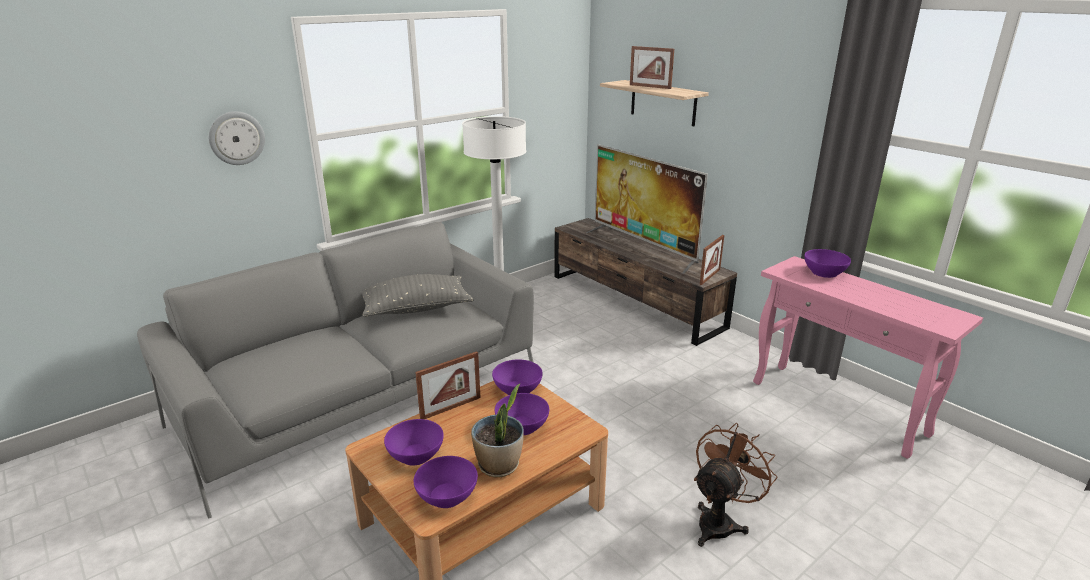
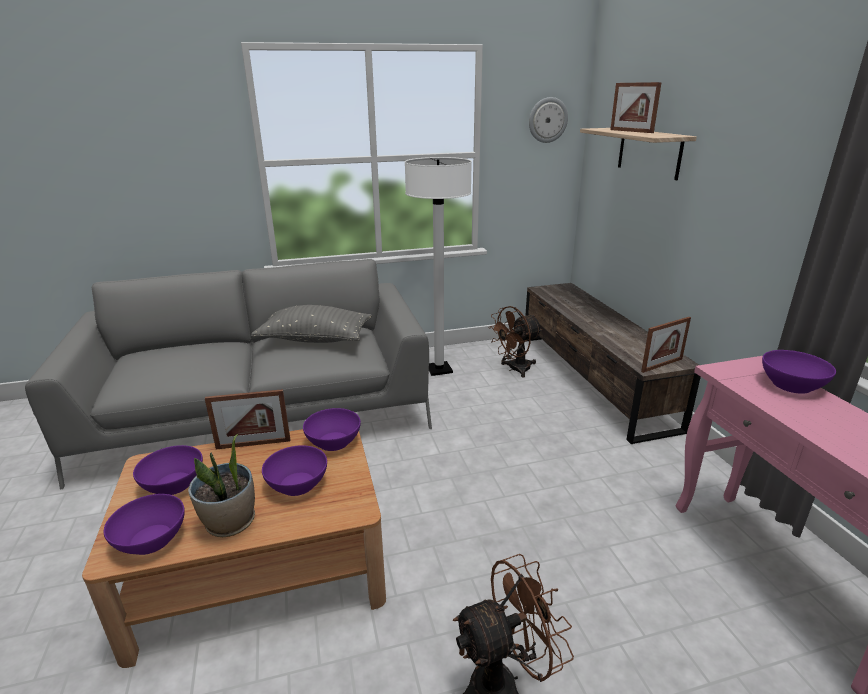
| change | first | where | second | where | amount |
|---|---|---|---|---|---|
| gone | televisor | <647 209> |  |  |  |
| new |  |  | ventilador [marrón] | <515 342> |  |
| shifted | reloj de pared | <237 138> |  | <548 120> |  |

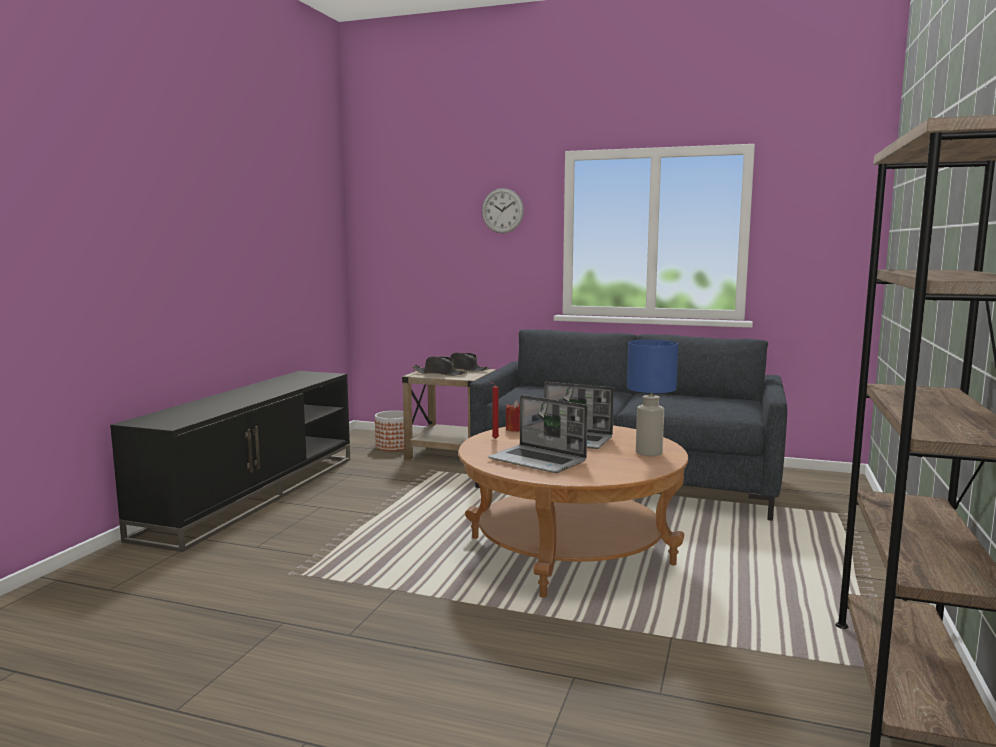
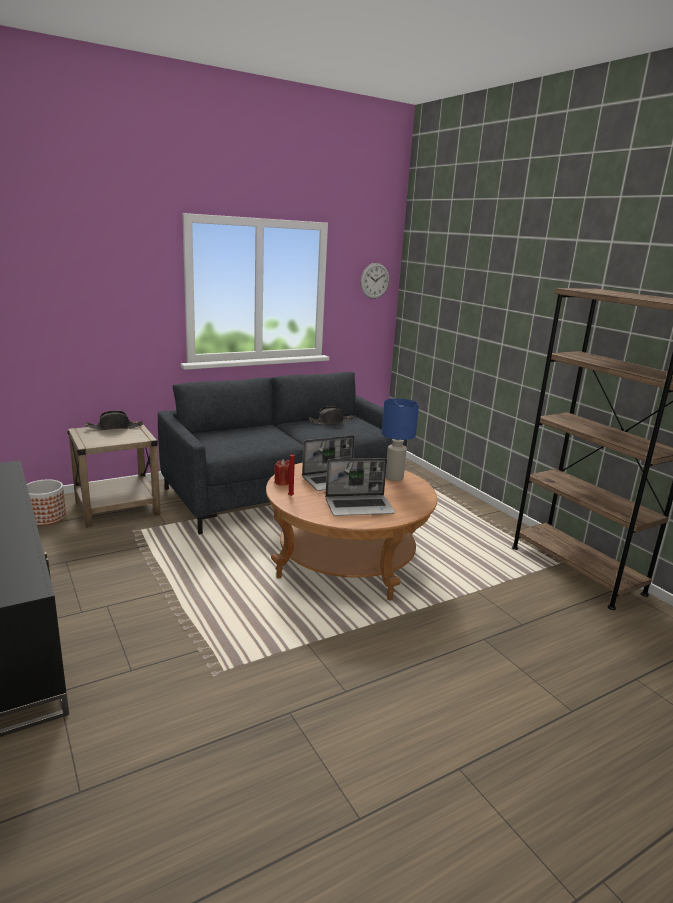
| change | first | where | second | where | amount |
|---|---|---|---|---|---|
| shifted | sombrero [negro] | <439 366> |  | <331 415> |  |
| shifted | reloj de pared | <503 210> |  | <374 281> |  |

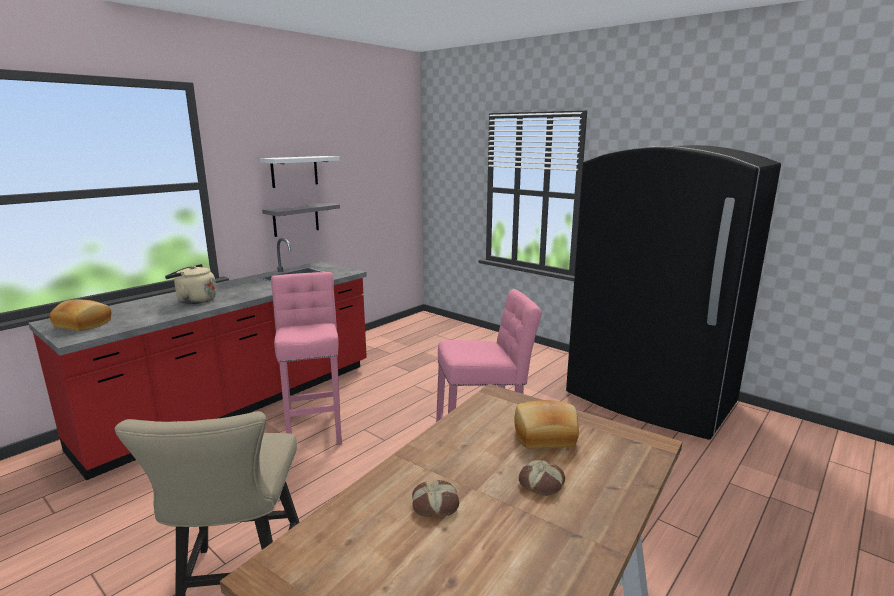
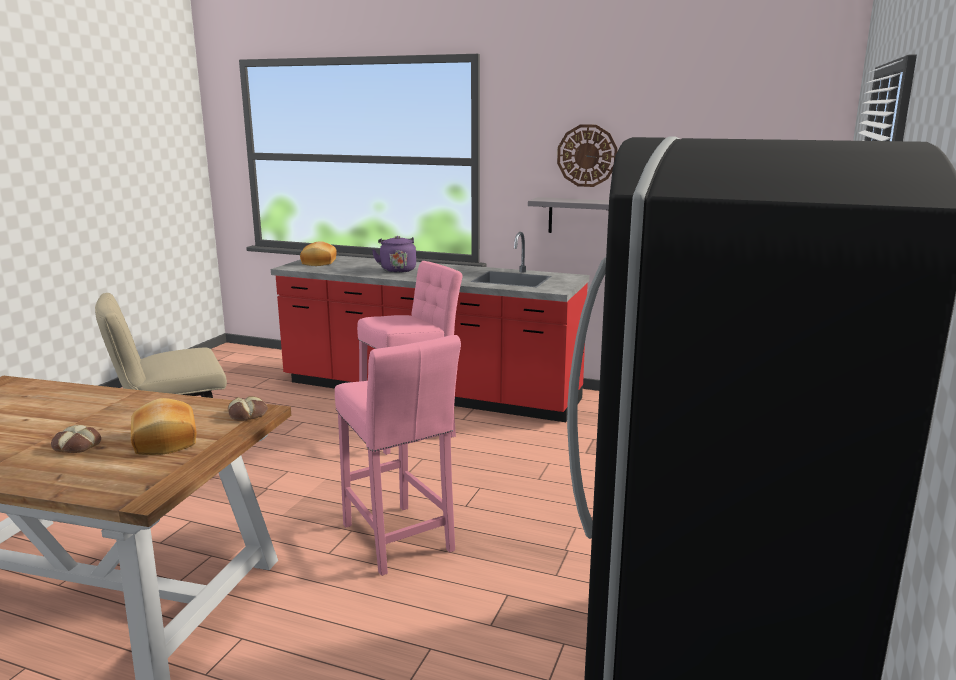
| change | first | where | second | where | amount |
|---|---|---|---|---|---|
| shifted | pan | <435 498> |  | <248 408> |  |
| swapped | estante [blanco] | <300 172> | reloj de pared | <587 156> |  |
| repainted | hervidor [beis] | <191 284> | hervidor [morado] | <394 254> |  |

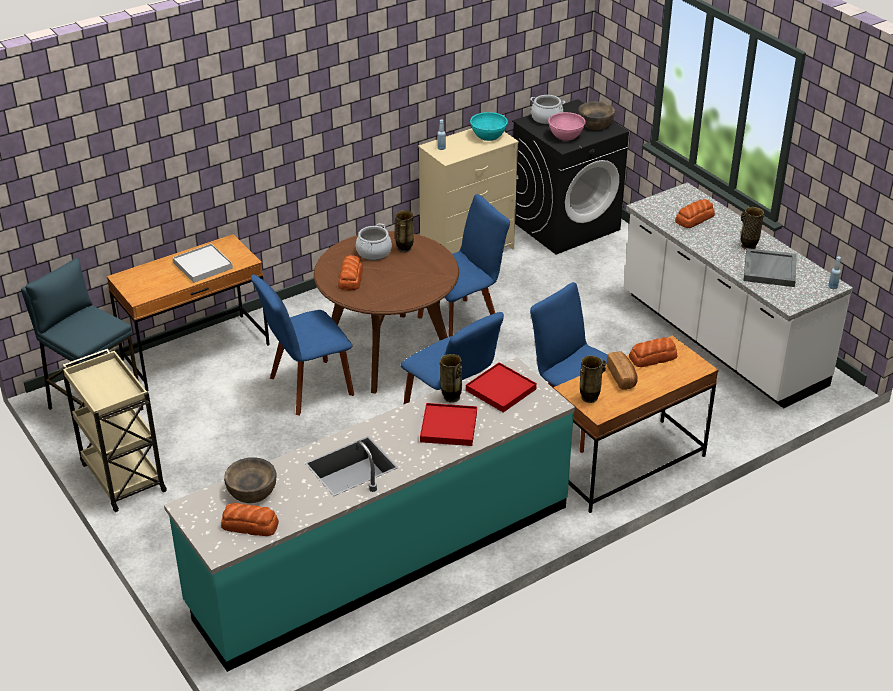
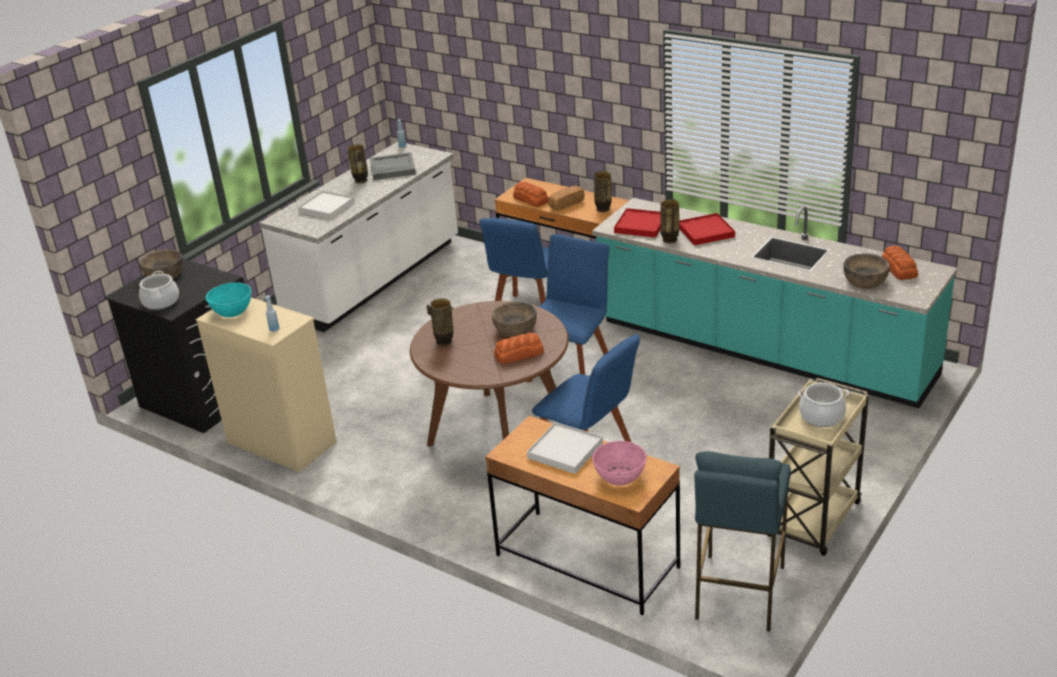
| change | first | where | second | where | amount |
|---|---|---|---|---|---|
| gone | silla [azul] | <464 265> |  |  |  |
| new |  |  | cuenco [marrón] | <514 319> |  |
| shifted | olla | <374 241> |  | <823 405> |  |
| shifted | cuenco [rosa] | <567 126> |  | <619 463> |  |
| swapped | pan | <695 213> | bandeja [blanco] | <326 205> |  |

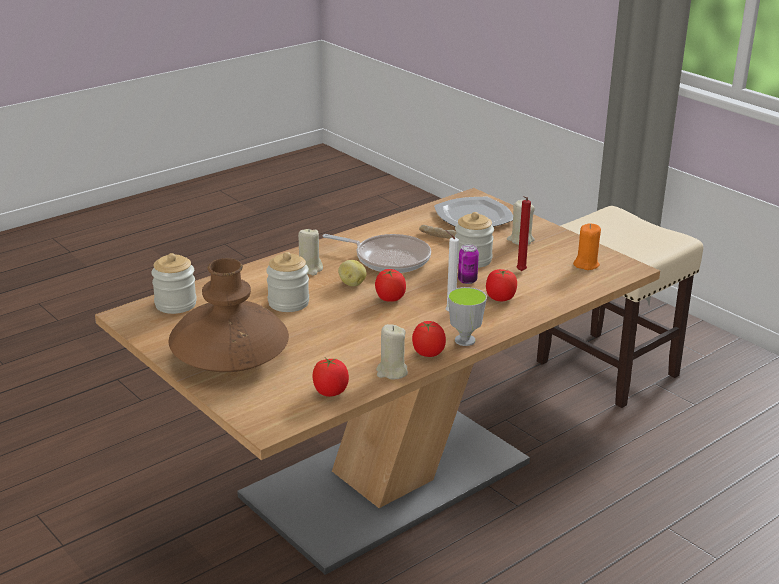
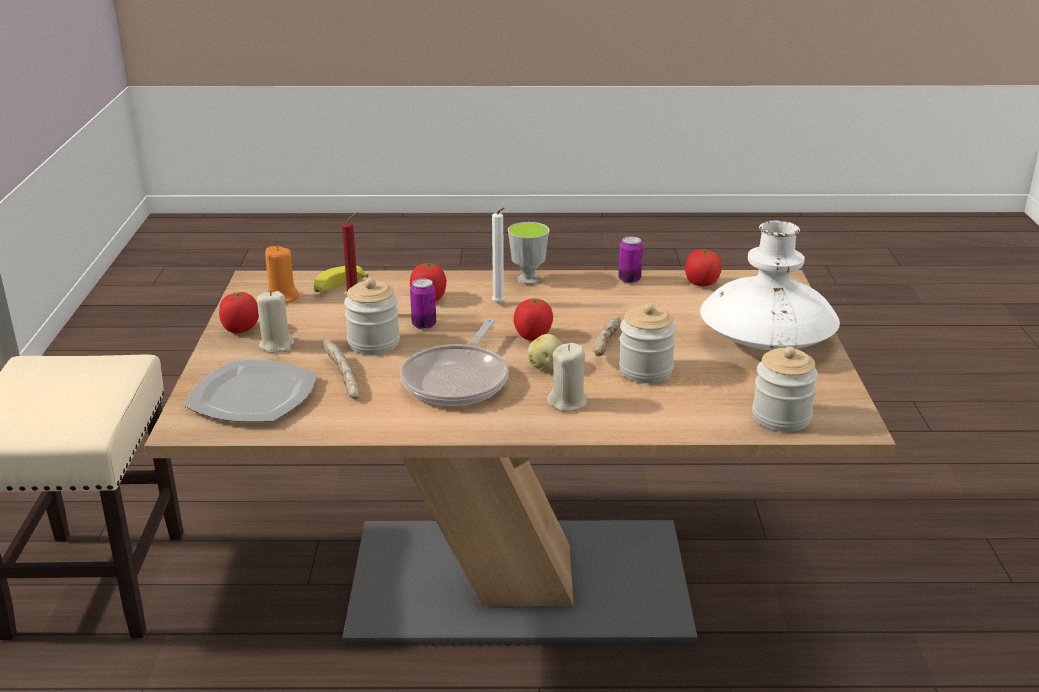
| change | first | where | second | where | amount |
|---|---|---|---|---|---|
| new |  |  | plátano | <341 278> |  |
| new |  |  | pan | <607 336> |  |
| shifted | tomate | <429 339> |  | <239 312> |  |
| swapped | vela [beis] | <392 351> | lata | <630 260> |  |
| repainted | florero [marrón] | <229 315> | florero [blanco] | <770 285> |  |
| rotated | sartén | <377 253> |  | <454 362> | 135 degrees counterclockwise |

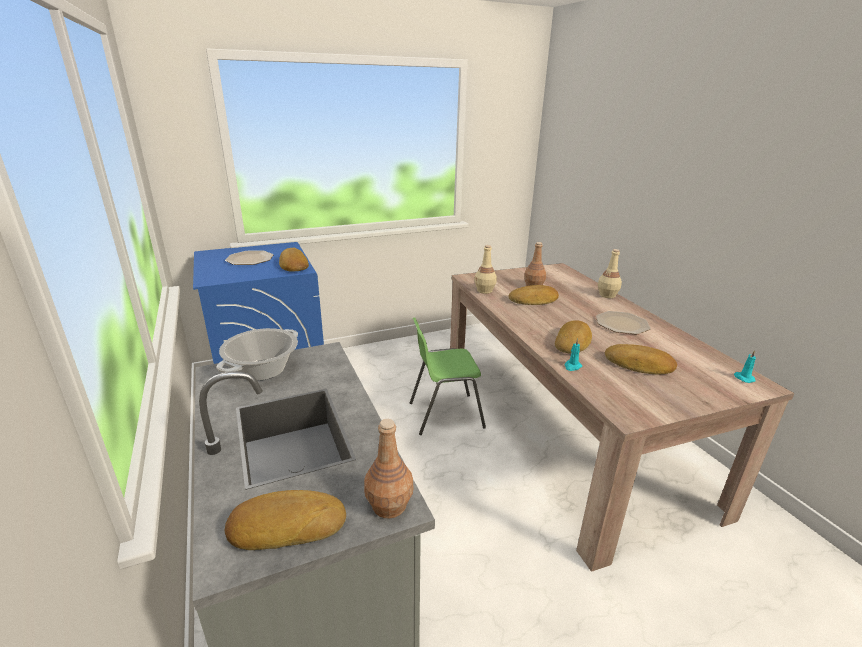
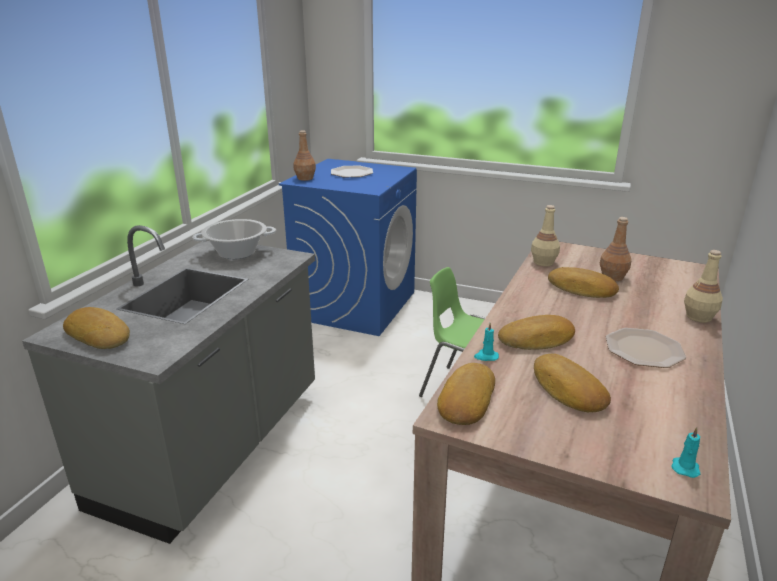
| change | first | where | second | where | amount |
|---|---|---|---|---|---|
| shifted | pan | <294 260> |  | <466 394> |  |
| shifted | botella [marrón] | <389 469> |  | <305 155> |  |

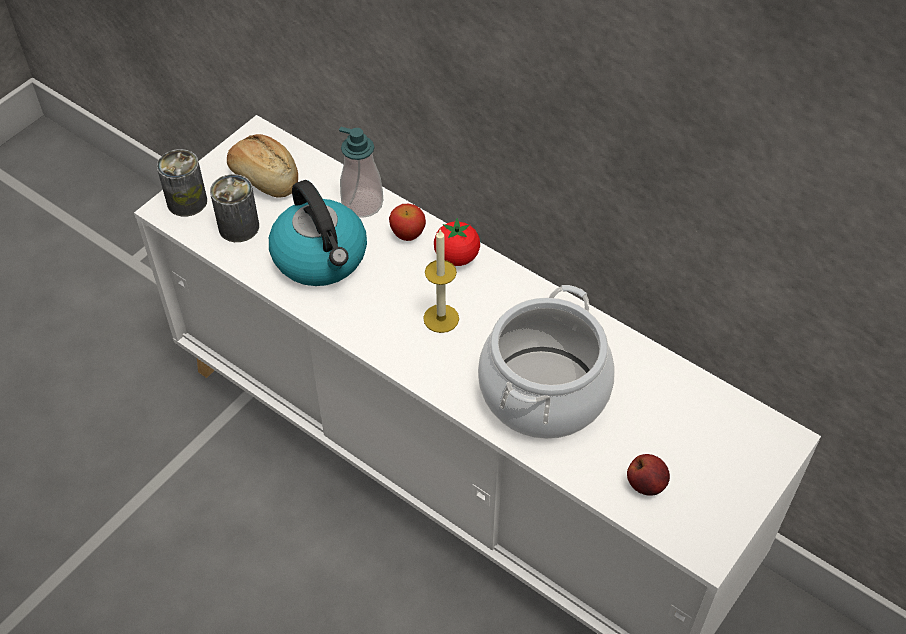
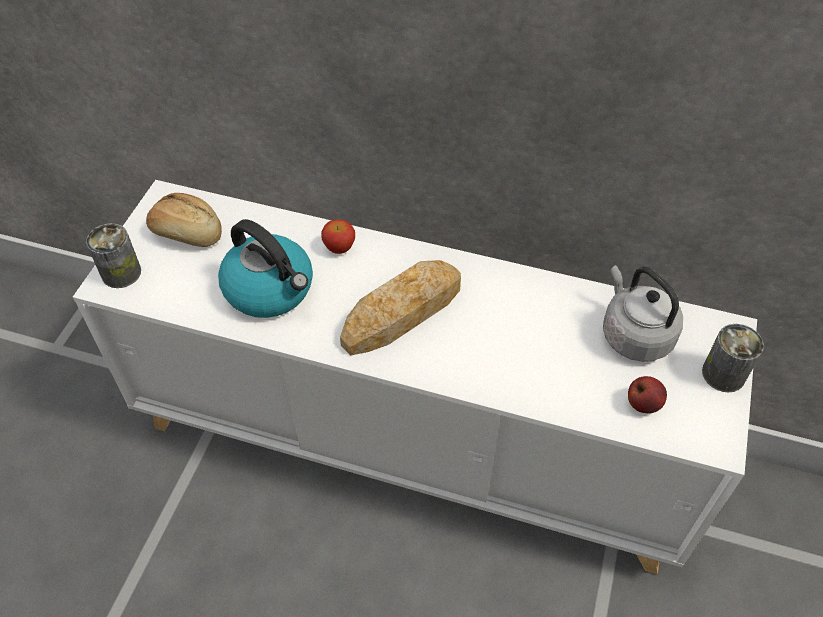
| change | first | where | second | where | amount |
|---|---|---|---|---|---|
| gone | dispensador de jabón | <361 172> |  |  |  |
| gone | tomate | <457 242> |  |  |  |
| gone | olla | <546 362> |  |  |  |
| new |  |  | hervidor [gris] | <643 313> |  |
| shifted | lata | <234 208> |  | <733 358> |  |
| swapped | vela | <441 281> | pan | <400 307> |  |

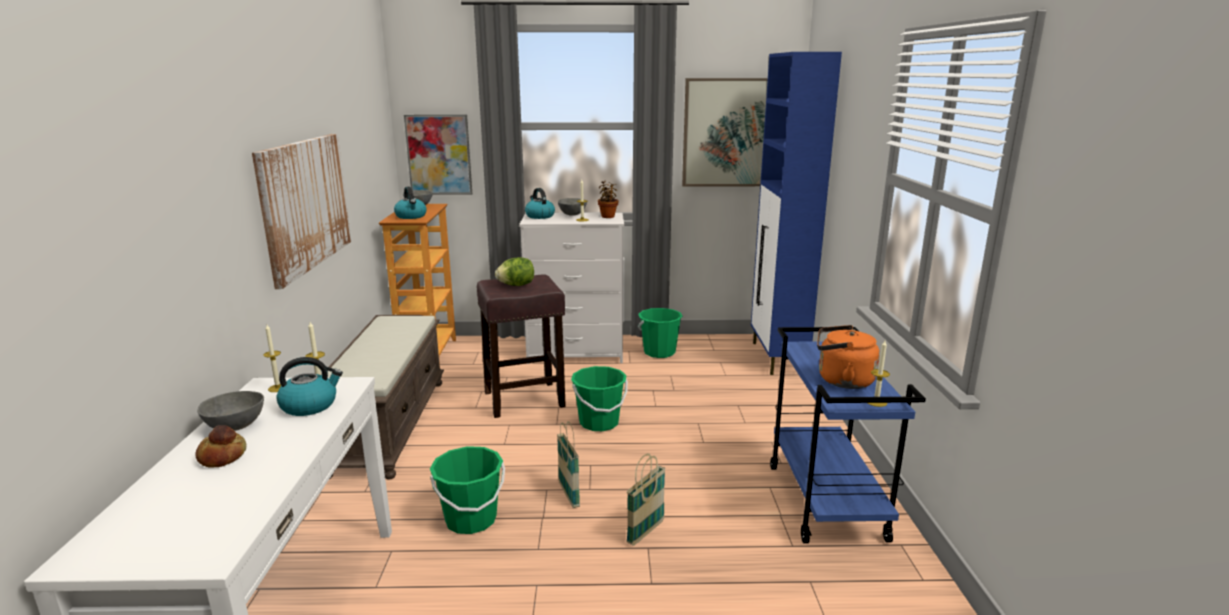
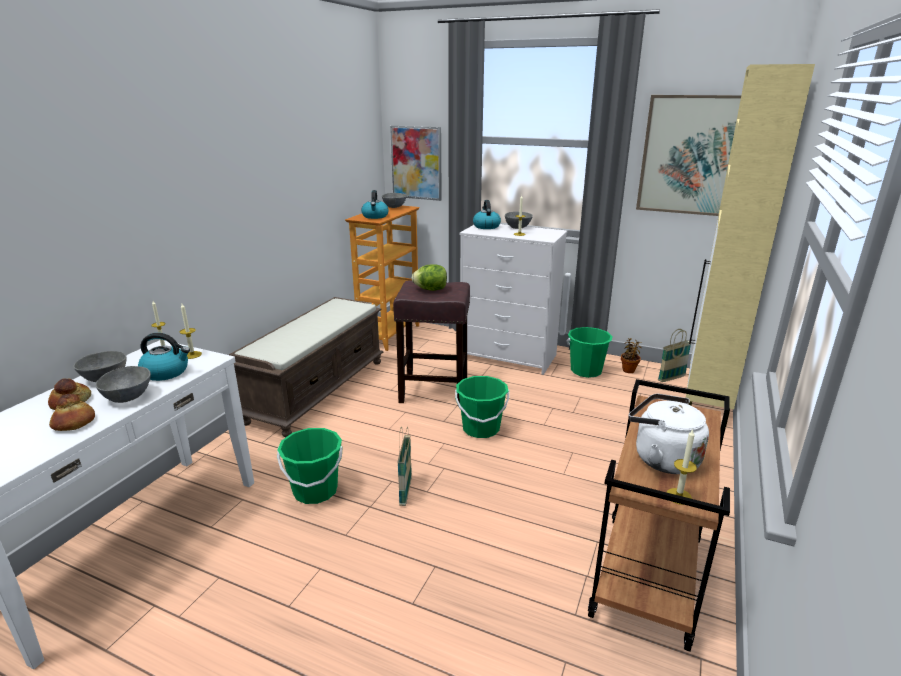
| change | first | where | second | where | amount |
|---|---|---|---|---|---|
| gone | cuadro | <302 211> |  |  |  |
| new |  |  | pan | <72 412> |  |
| new |  |  | cuenco [gris] | <123 384> |  |
| shifted | planta en maceta | <608 199> |  | <631 355> |  |
| shifted | cesta | <645 499> |  | <674 355> |  |
| repainted | armario [azul] | <796 213> | armario [beis] | <750 244> |  |
| repainted | carrito [azul] | <848 435> | carrito [marrón] | <659 515> |  |
| repainted | hervidor [naranja] | <848 357> | hervidor [blanco] | <668 434> |  |

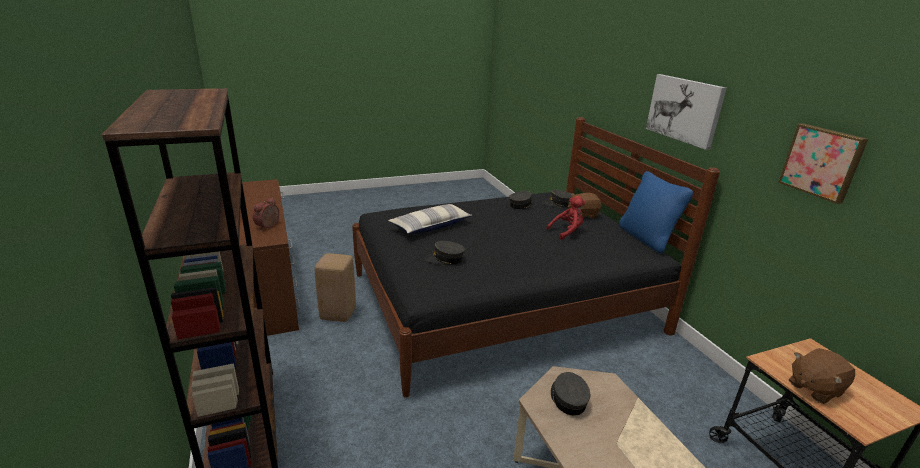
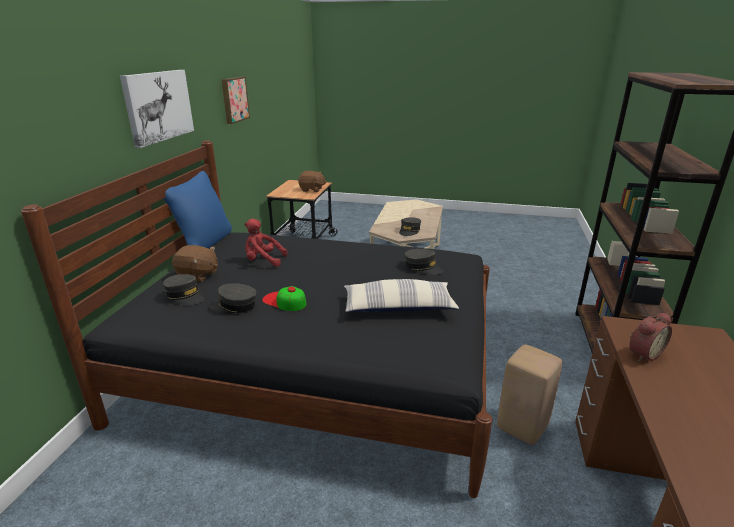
| change | first | where | second | where | amount |
|---|---|---|---|---|---|
| new |  |  | gorra | <284 298> |  |

